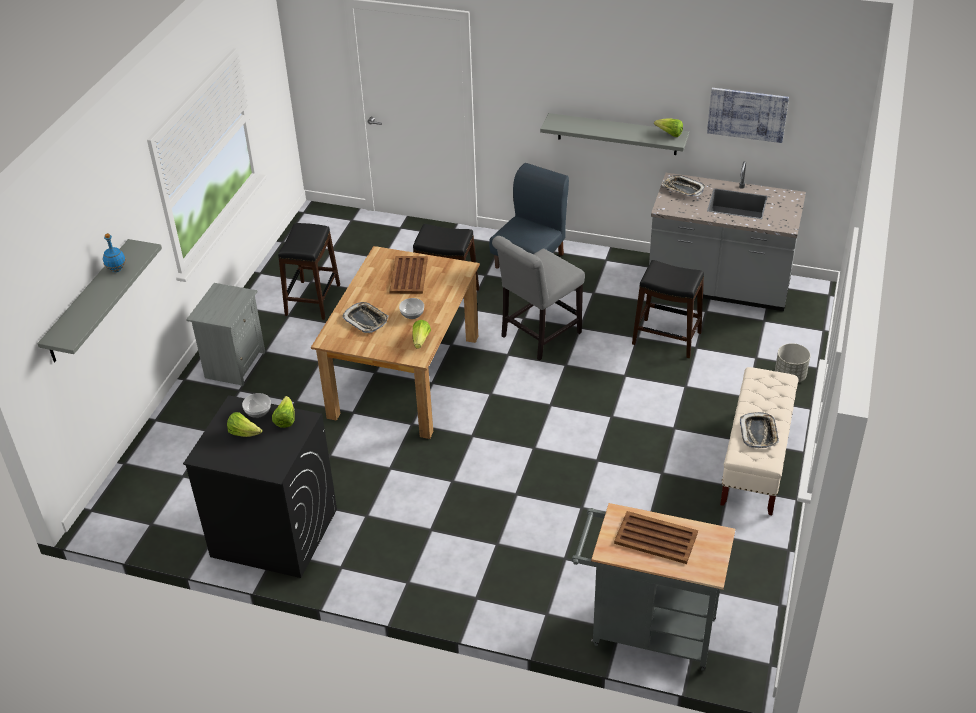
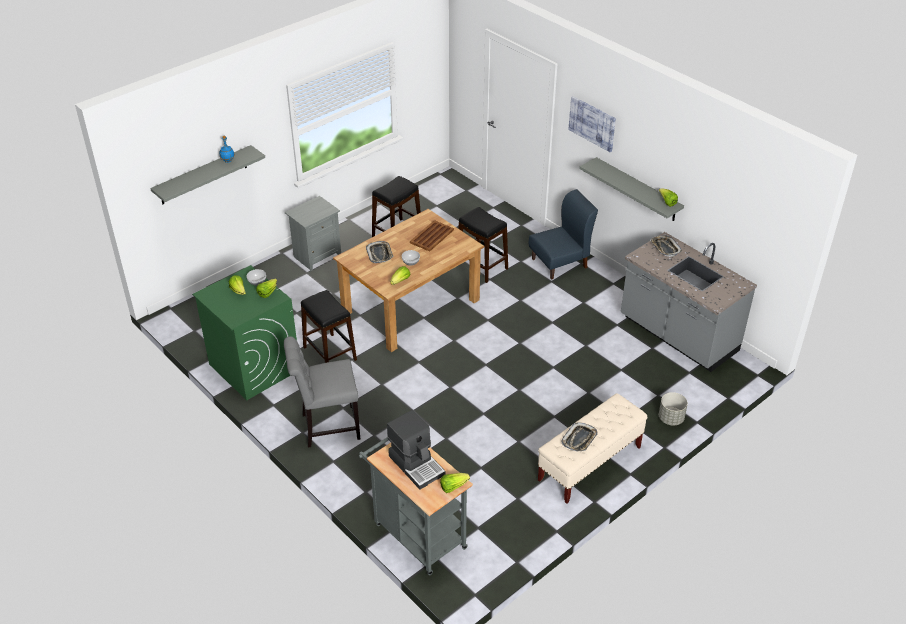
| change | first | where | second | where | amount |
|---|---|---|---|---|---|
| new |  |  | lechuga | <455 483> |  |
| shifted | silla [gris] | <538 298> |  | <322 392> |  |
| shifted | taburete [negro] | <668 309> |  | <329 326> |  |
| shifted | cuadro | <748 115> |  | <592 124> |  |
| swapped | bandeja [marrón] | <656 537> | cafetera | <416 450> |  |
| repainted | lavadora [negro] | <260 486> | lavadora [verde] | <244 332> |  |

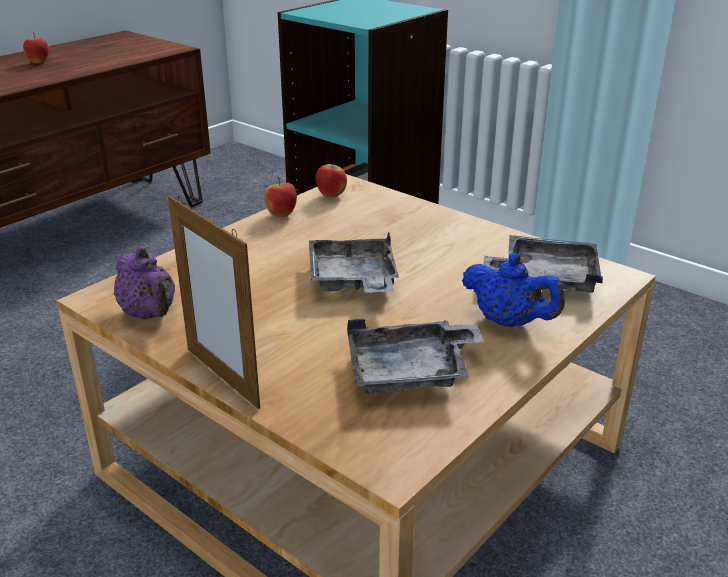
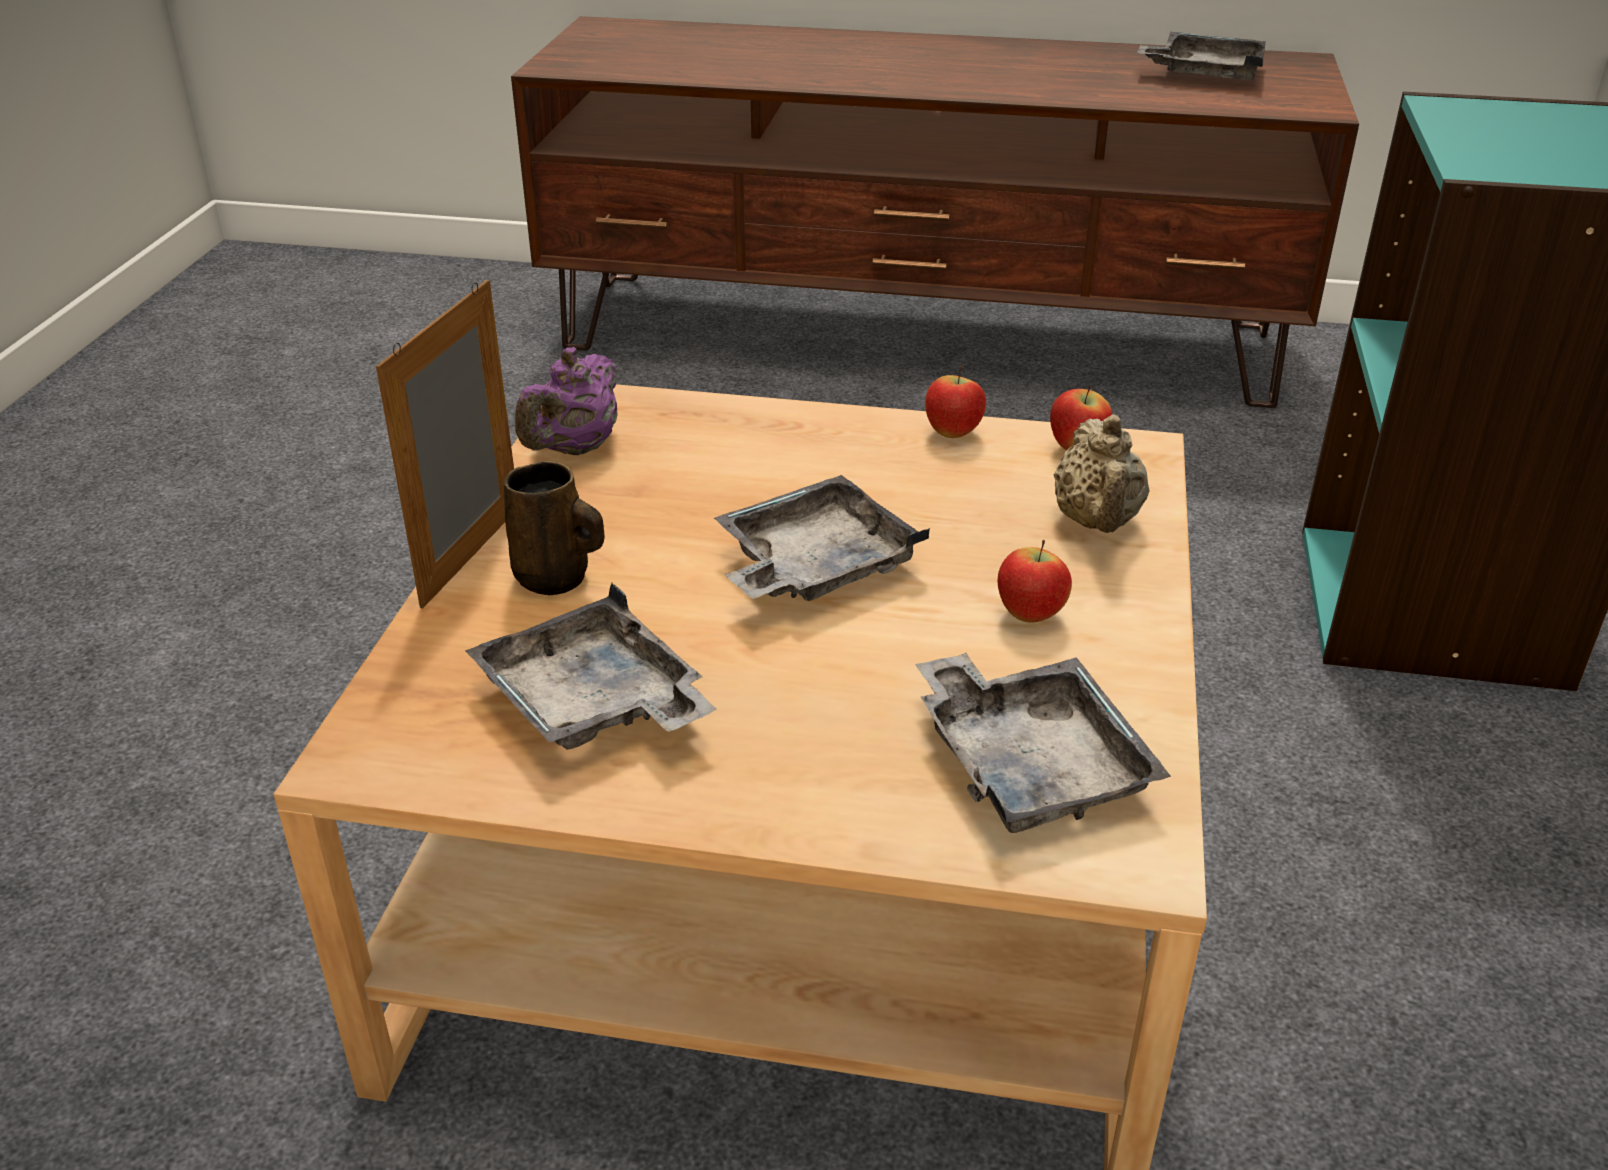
| change | first | where | second | where | amount |
|---|---|---|---|---|---|
| gone | tetera [azul] | <513 290> |  |  |  |
| new |  |  | taza grande [marrón] | <554 527> |  |
| new |  |  | tetera [beis] | <1101 473> |  |
| new |  |  | bandeja [gris] | <1201 56> |  |
| shifted | manzana | <36 47> |  | <1035 581> |  |

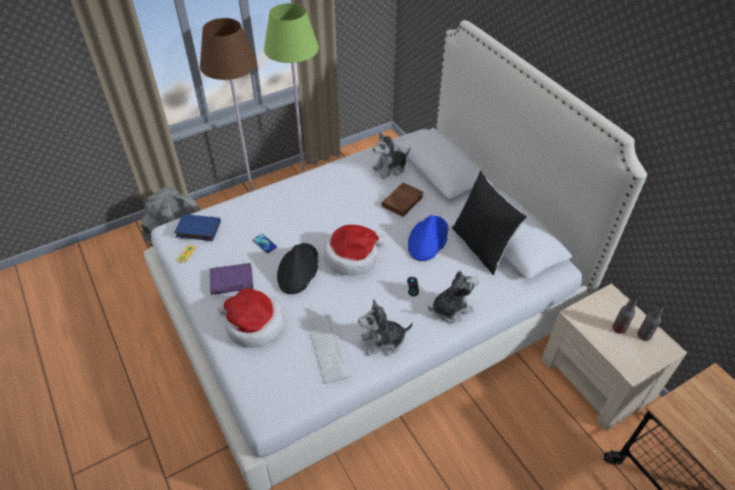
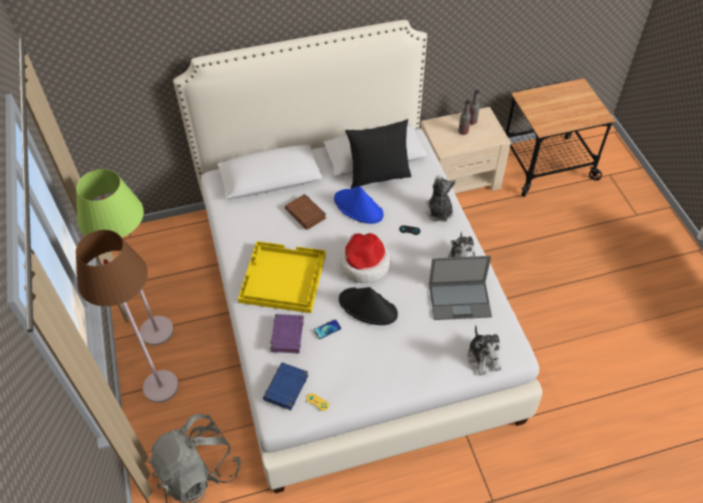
| change | first | where | second | where | amount |
|---|---|---|---|---|---|
| gone | sombrero | <251 318> |  |  |  |
| new |  |  | bandeja [amarillo] | <282 277> |  |
| shifted | libro [morado] | <231 279> |  | <287 333> |  |
| shifted | peluche | <391 155> |  | <484 350> |  |
| swapped | teclado | <329 348> | portátil | <460 288> |  |

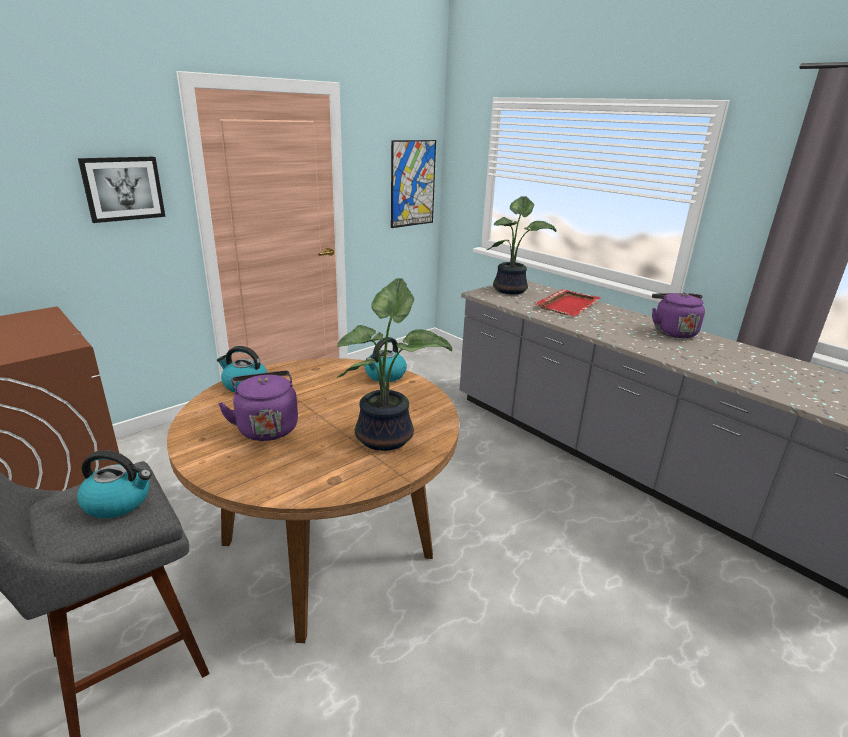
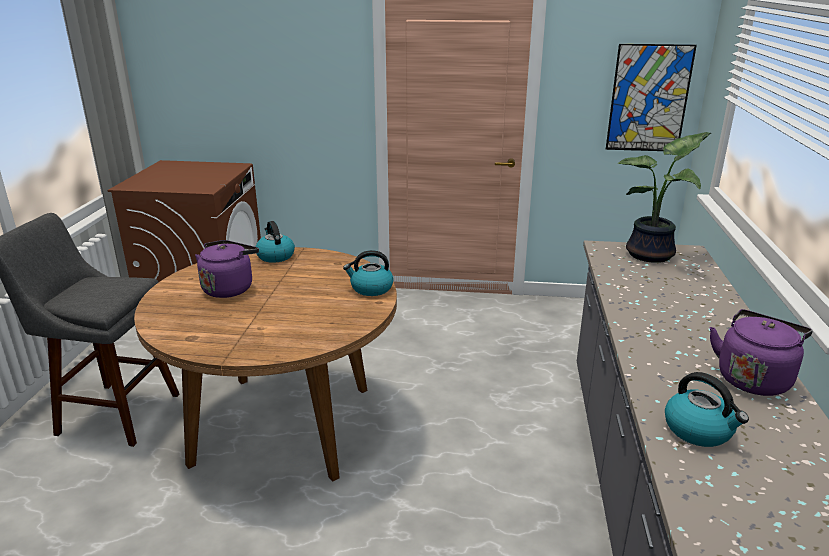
| change | first | where | second | where | amount |
|---|---|---|---|---|---|
| gone | cuadro | <122 189> |  |  |  |
| gone | planta en maceta | <394 364> |  |  |  |
| gone | bandeja [rojo] | <568 302> |  |  |  |
| shifted | hervidor | <114 484> |  | <707 409> |  |

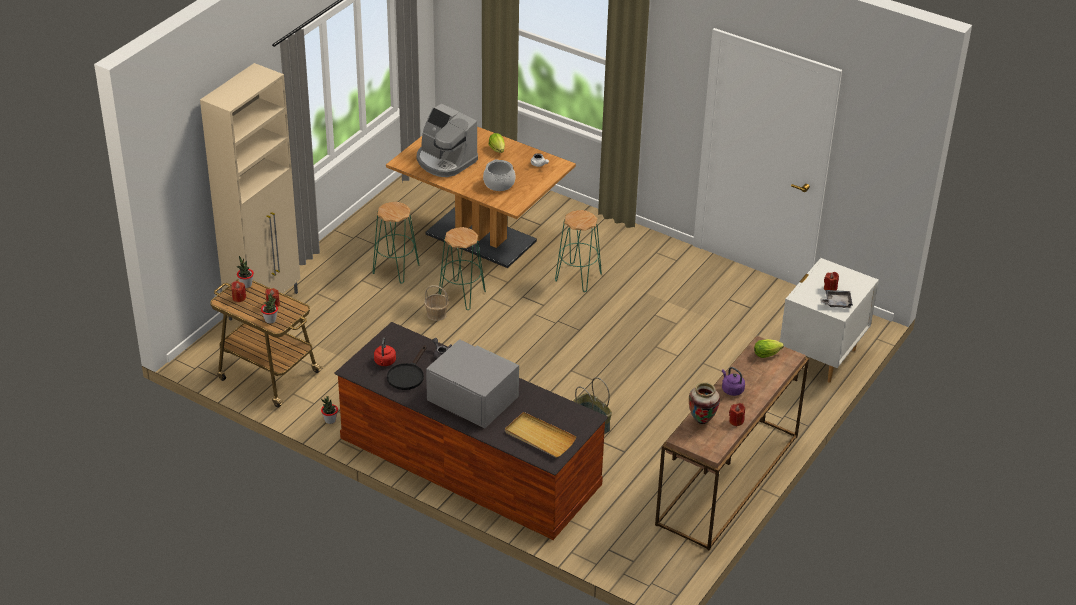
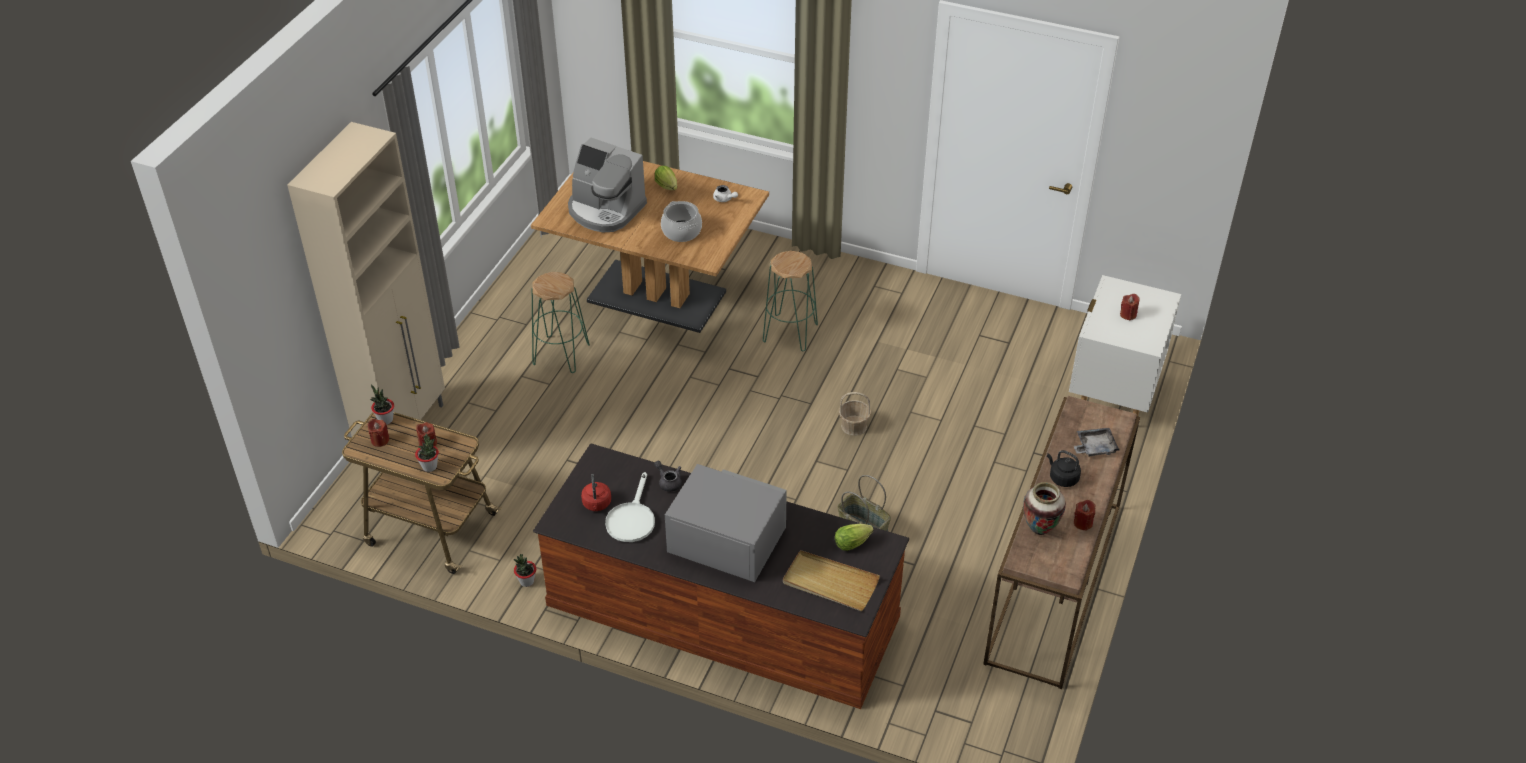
| change | first | where | second | where | amount |
|---|---|---|---|---|---|
| gone | taburete [verde] | <462 268> |  |  |  |
| shifted | cesta | <436 303> |  | <855 414> |  |
| shifted | lechuga | <769 348> |  | <854 537> |  |
| shifted | bandeja [gris] | <836 299> |  | <1097 442> |  |
| repainted | sartén [negro] | <407 367> | sartén [blanco] | <630 507> |  |
| repainted | hervidor [morado] | <733 381> | hervidor [negro] | <1064 468> |  |

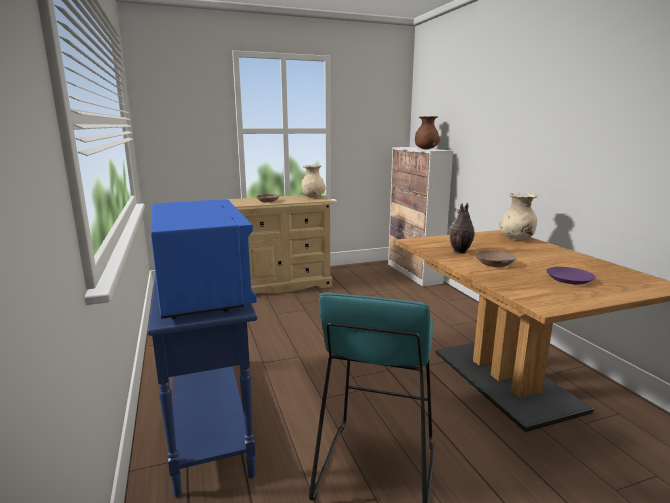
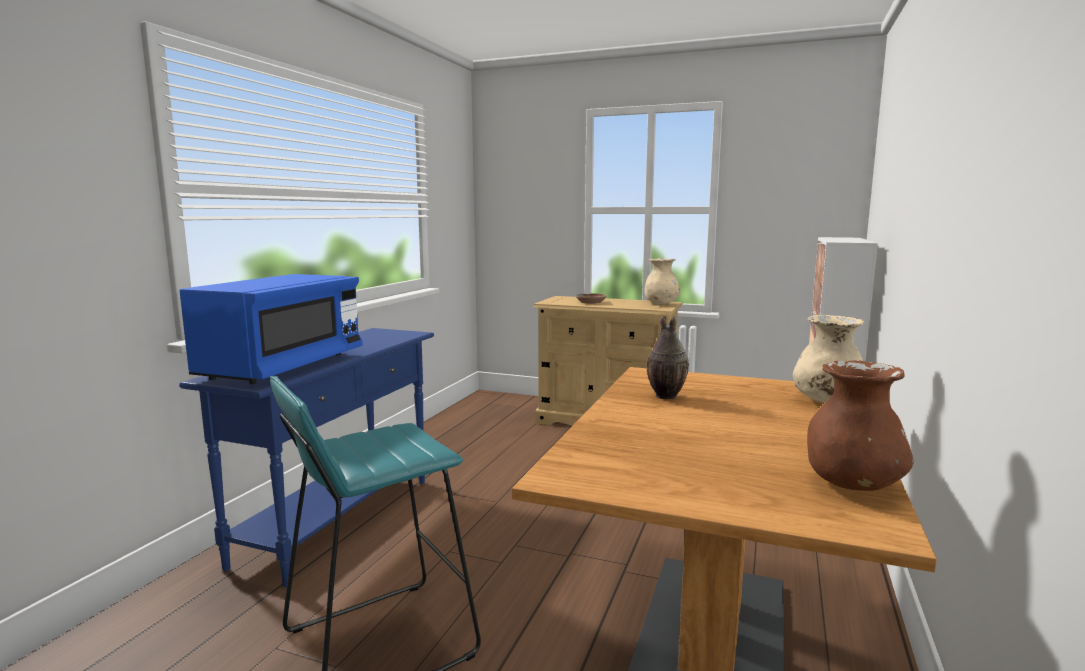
| change | first | where | second | where | amount |
|---|---|---|---|---|---|
| gone | cuenco [marrón] | <495 258> |  |  |  |
| gone | plato [morado] | <571 276> |  |  |  |
| shifted | florero [marrón] | <427 132> |  | <860 425> |  |

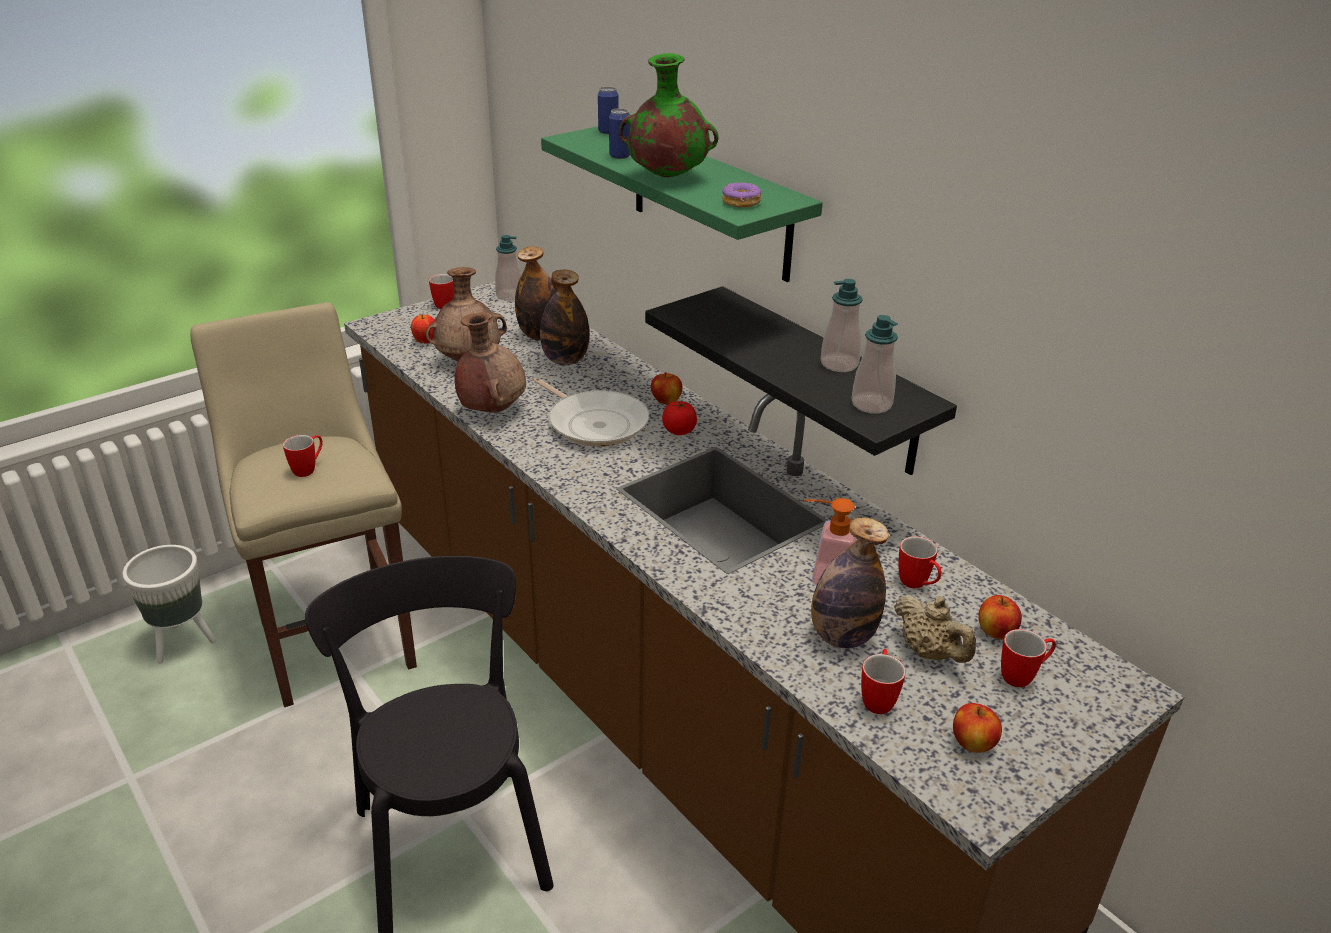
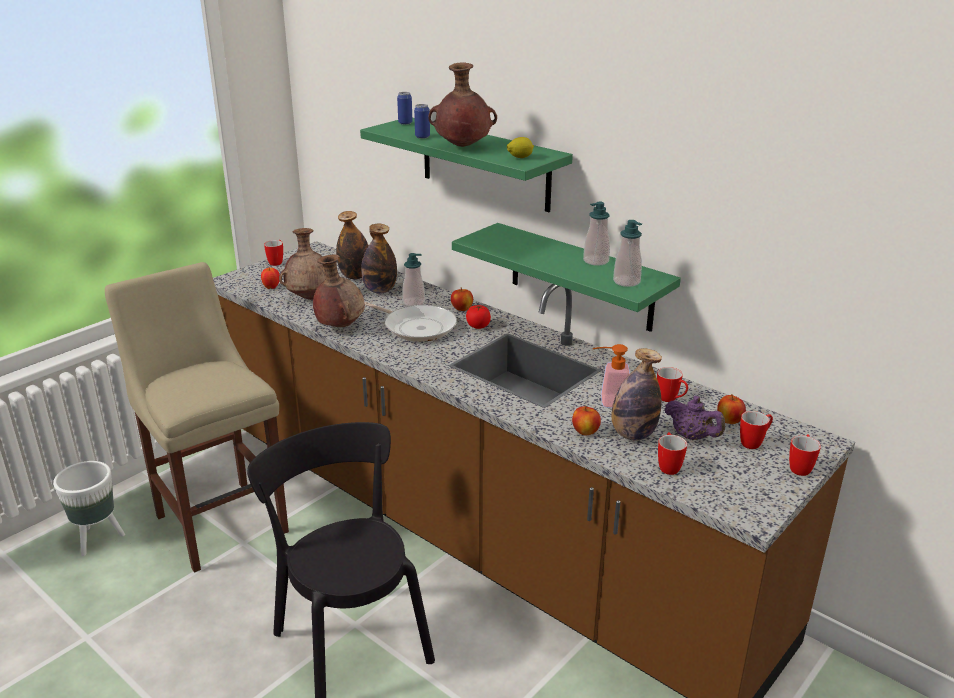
| change | first | where | second | where | amount |
|---|---|---|---|---|---|
| shifted | taza grande | <302 456> |  | <805 455> |  |
| shifted | dispensador de jabón | <508 268> |  | <413 279> |  |
| shifted | manzana | <977 728> |  | <586 421> |  |
| swapped | rosquilla | <741 195> | limón | <520 147> |  |
| repainted | florero [verde] | <669 115> | florero [marrón] | <462 104> |  |
| repainted | estante [negro] | <801 380> | estante [verde] | <566 277> |  |
| repainted | tetera [beis] | <935 629> | tetera [morado] | <694 418> |  |

